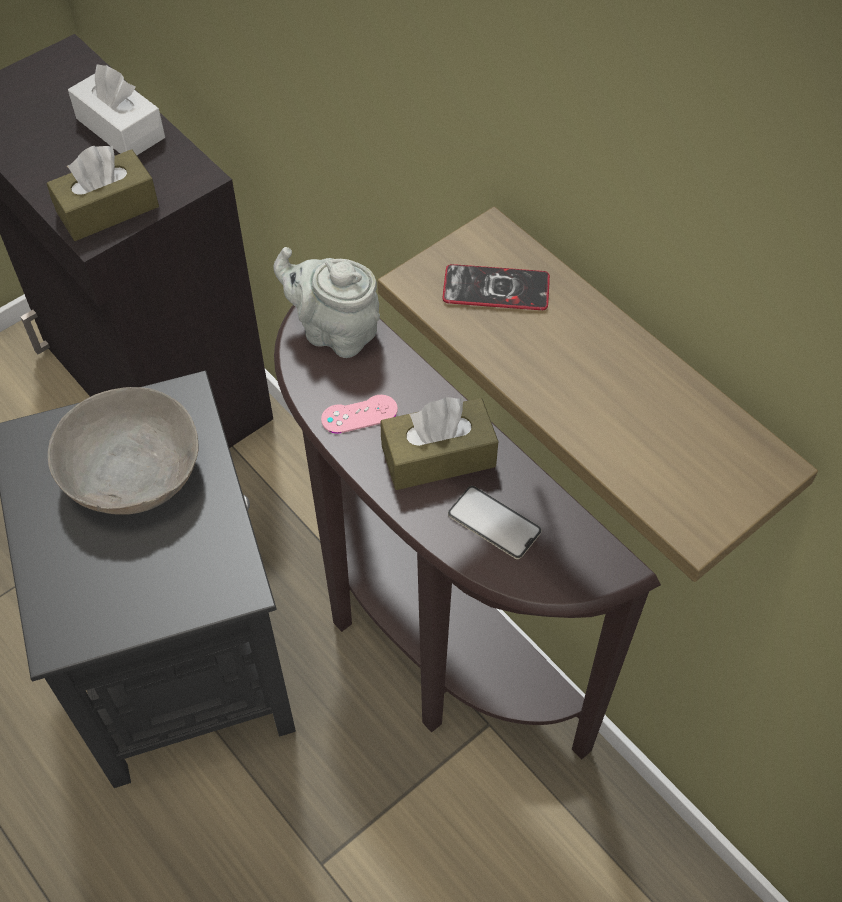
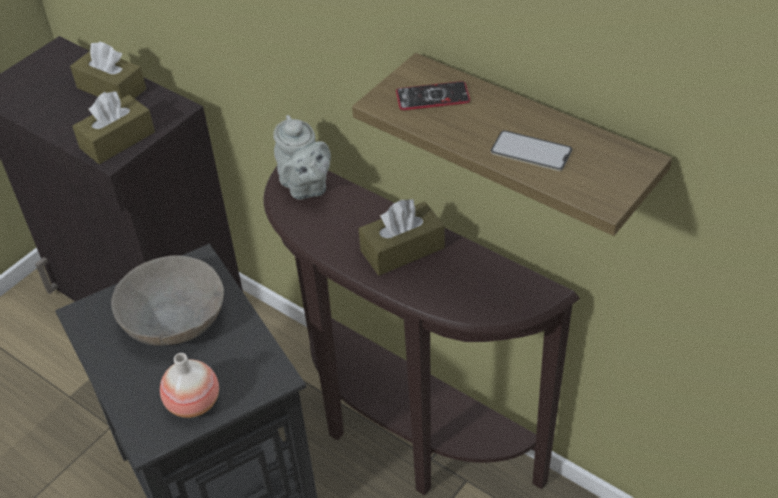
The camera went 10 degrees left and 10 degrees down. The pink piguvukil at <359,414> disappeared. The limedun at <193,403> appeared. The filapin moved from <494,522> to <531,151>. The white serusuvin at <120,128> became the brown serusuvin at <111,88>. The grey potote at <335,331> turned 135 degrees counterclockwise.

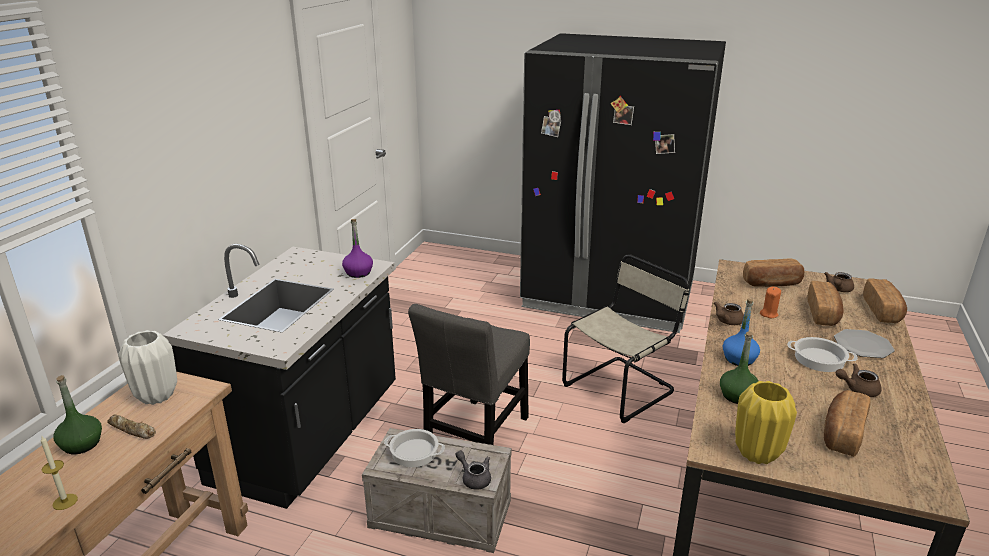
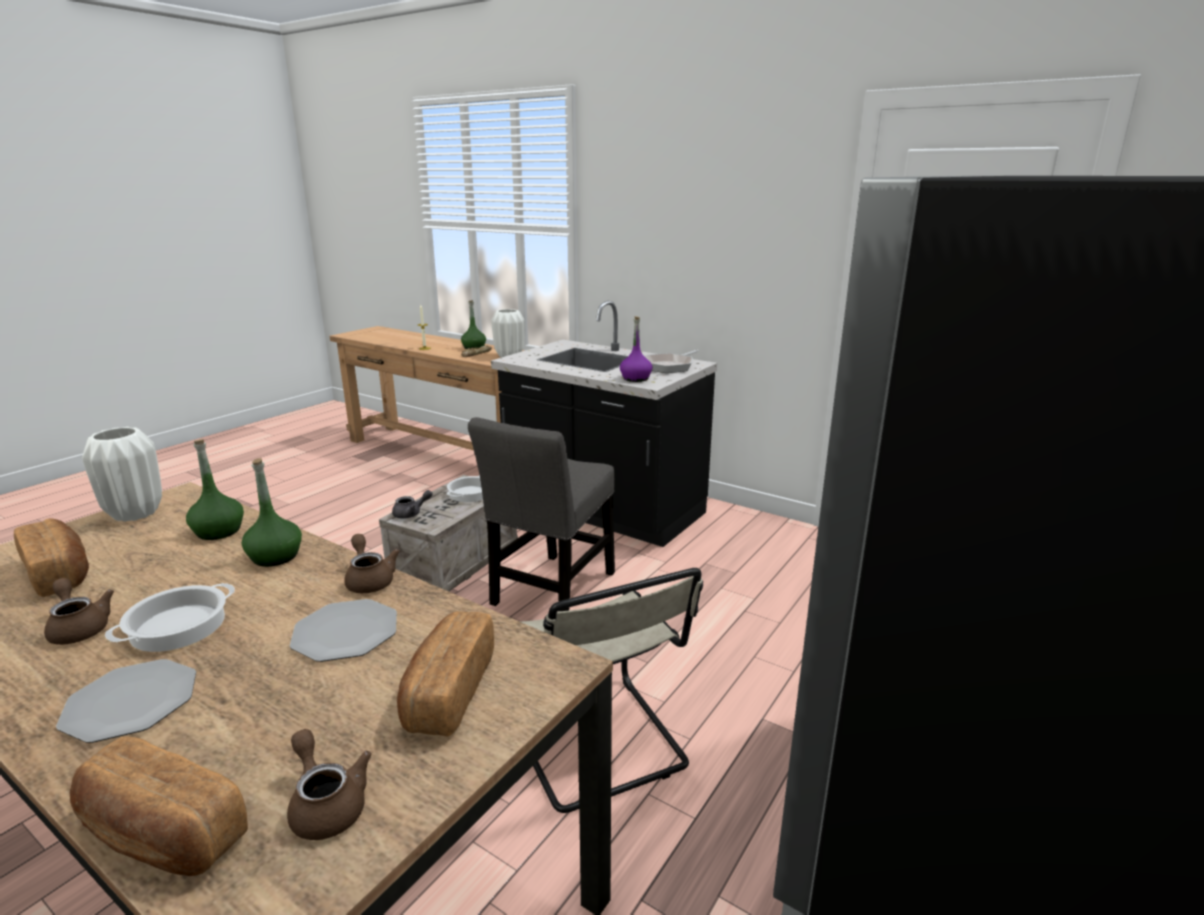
The camera went 105 degrees right and 5 degrees down. The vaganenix at <823,313> disappeared. The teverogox at <670,366> appeared. The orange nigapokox at <768,314> was replaced by the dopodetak at <345,632>. The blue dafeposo at <739,359> became the green dafeposo at <275,557>. The yellow limedun at <757,454> became the white limedun at <135,513>. The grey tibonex at <475,437> turned 105 degrees counterclockwise. The brown potote at <857,389> turned 60 degrees counterclockwise.

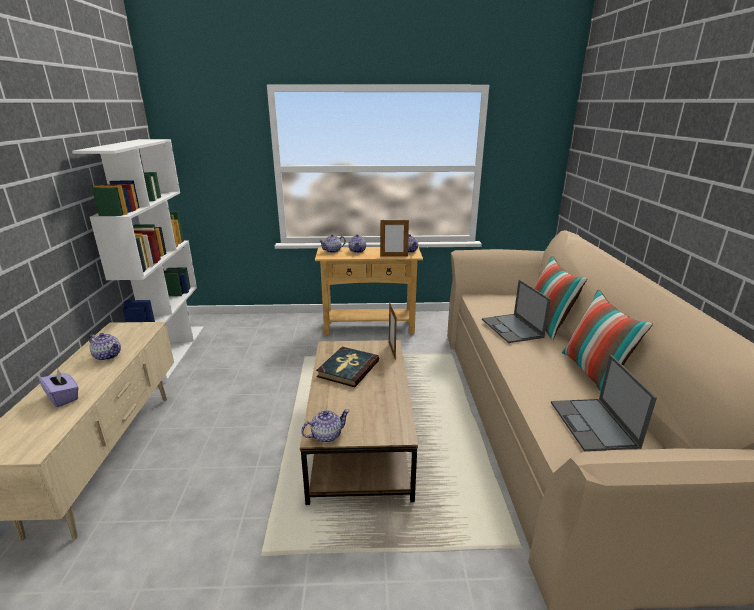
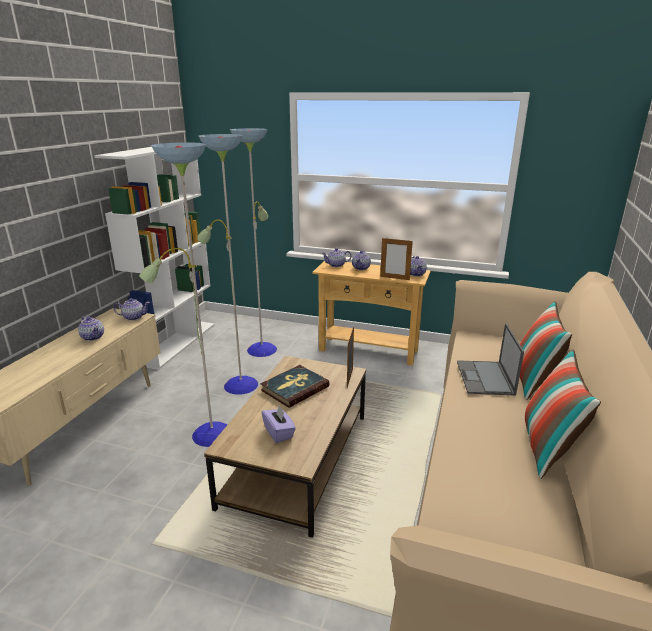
The camera went 20 degrees right and 0 degrees up. The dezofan at <594,425> disappeared. The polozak at <238,384> appeared. The purple serusuvin moved from <63,397> to <279,433>. The potote moved from <326,435> to <133,317>.

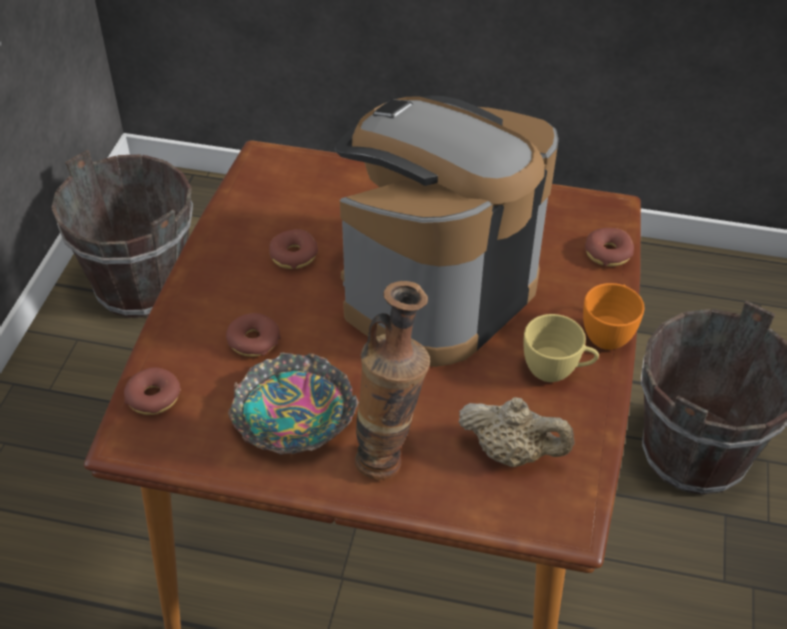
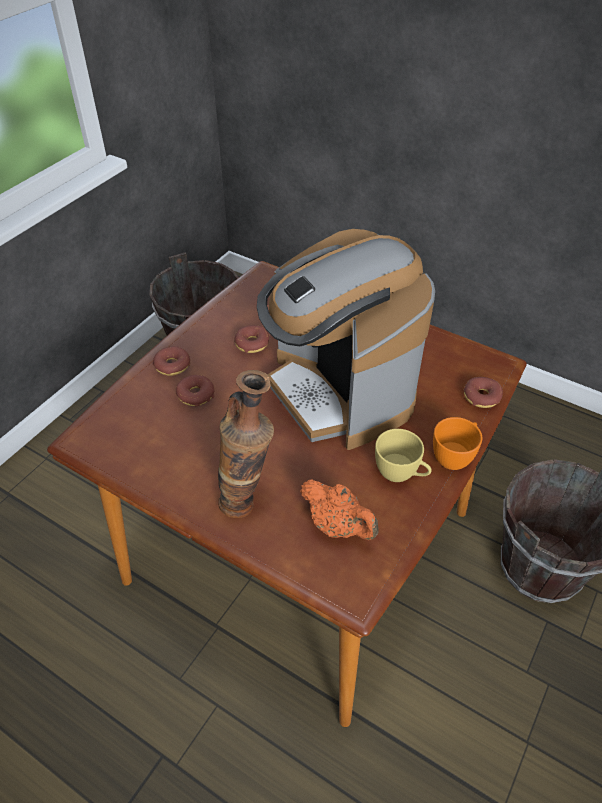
The camera went 20 degrees right and 0 degrees up. The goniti at <292,415> disappeared. The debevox moved from <153,397> to <172,366>. The beige potote at <512,452> became the orange potote at <338,526>. The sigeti at <436,291> turned 90 degrees counterclockwise.

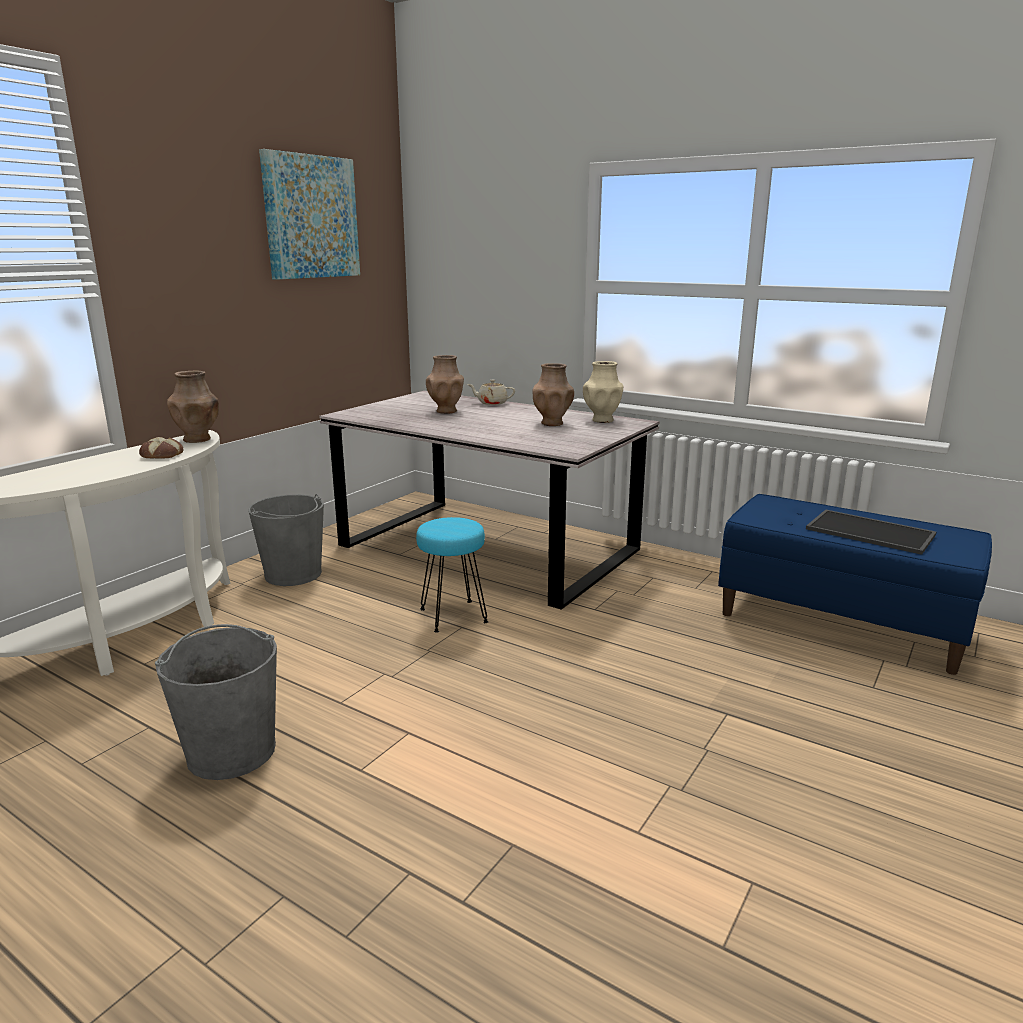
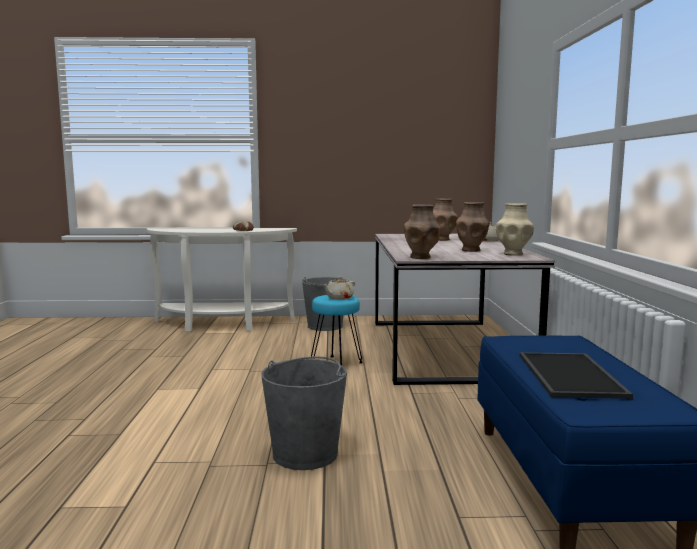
The camera went 55 degrees right and 10 degrees down. The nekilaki at <311,217> disappeared. The beige potote at <339,298> appeared. The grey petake moved from <231,751> to <305,453>. The brown limedun moved from <198,439> to <421,257>.

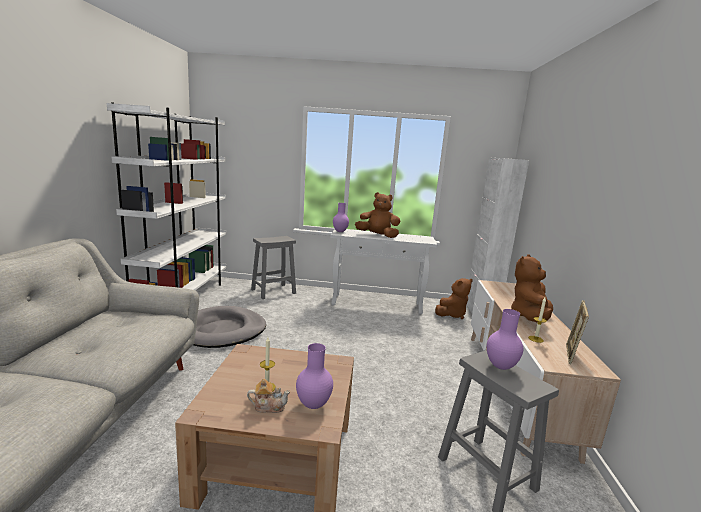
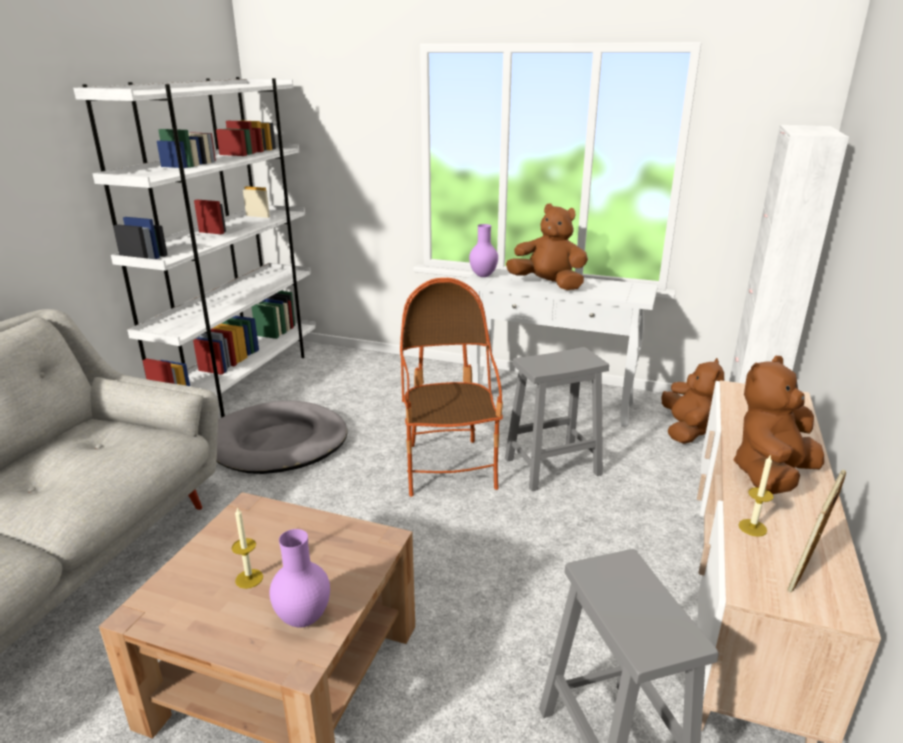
The camera went 15 degrees right and 10 degrees up. The potote at <268,406> disappeared. The purple limedun at <500,366> disappeared. The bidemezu at <449,468> appeared. The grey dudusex moved from <274,291> to <553,466>. The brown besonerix at <452,314> turned 60 degrees counterclockwise.

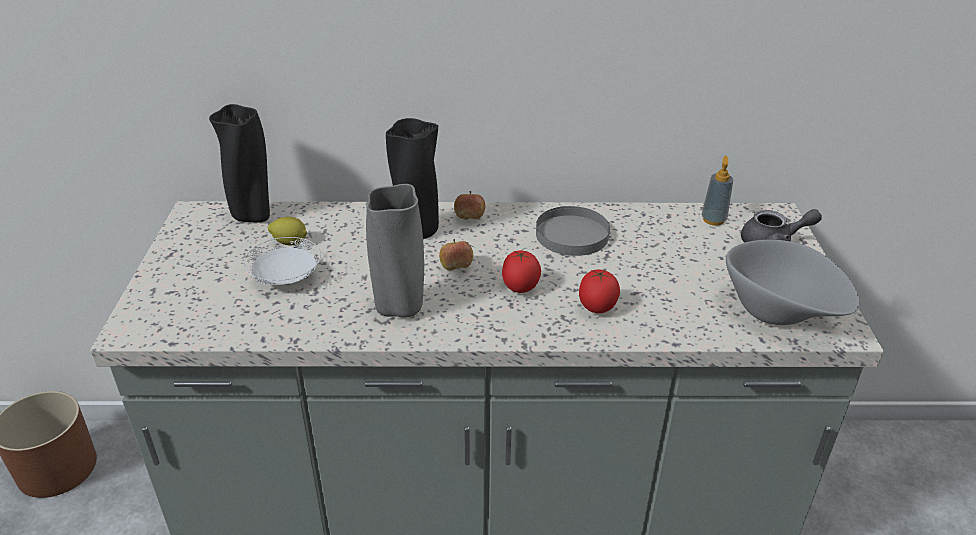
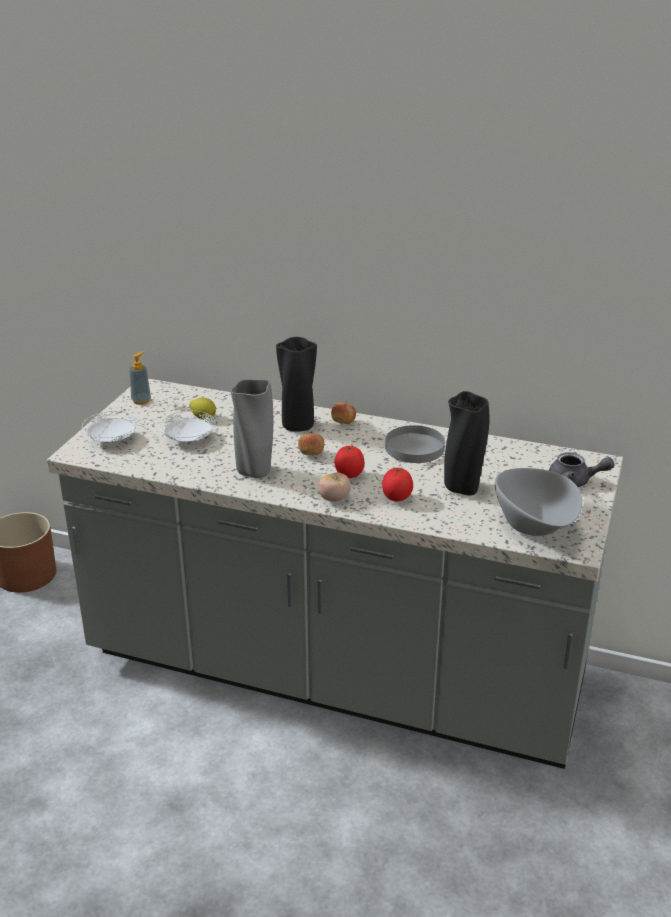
The camera went 20 degrees right and 5 degrees down. The white dopodetak at <112,440> appeared. The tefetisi at <334,499> appeared. The black limedun moved from <253,216> to <462,489>. The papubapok moved from <713,220> to <141,401>.

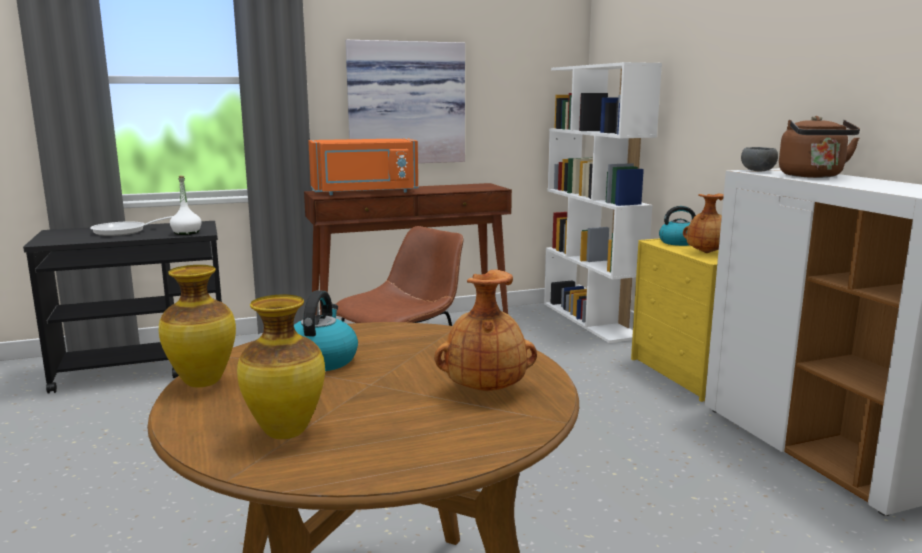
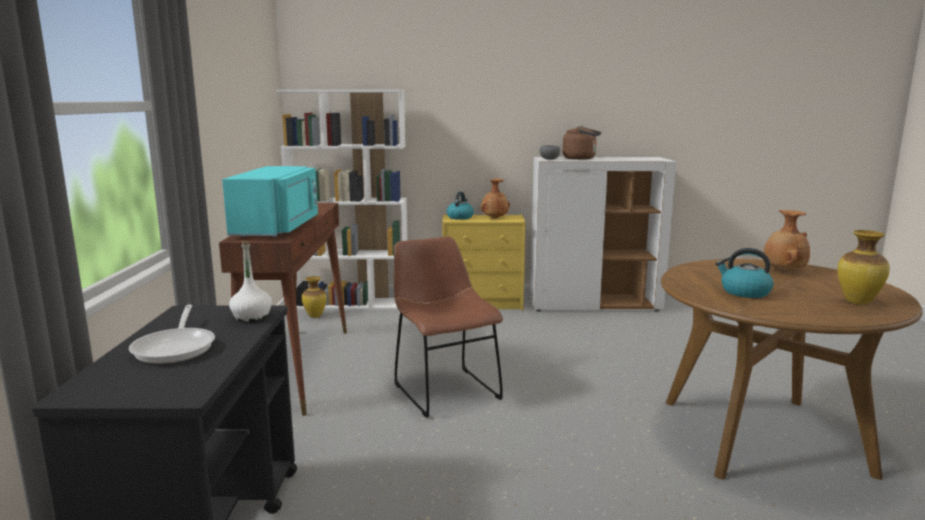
The camera went 70 degrees left and 0 degrees up. The nekilaki at <405,103> disappeared. The limedun moved from <204,383> to <315,316>. The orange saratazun at <365,192> became the turquoise saratazun at <278,228>.

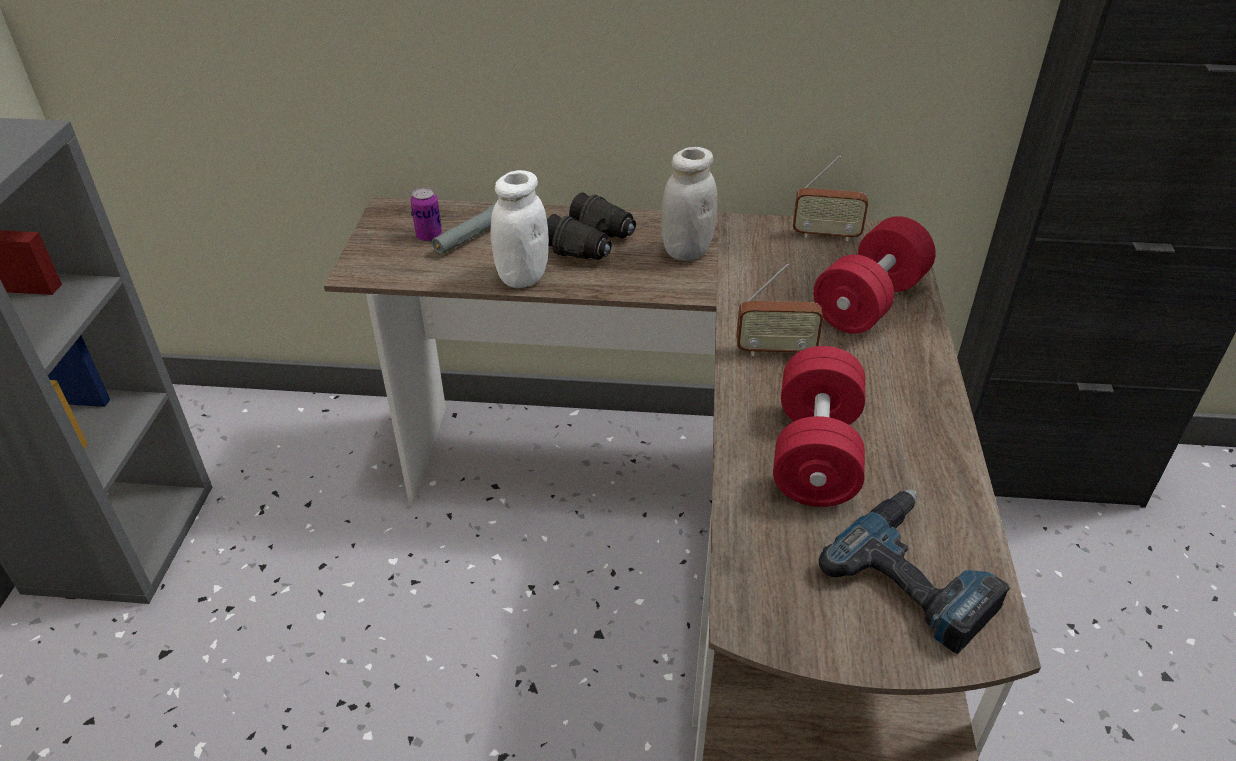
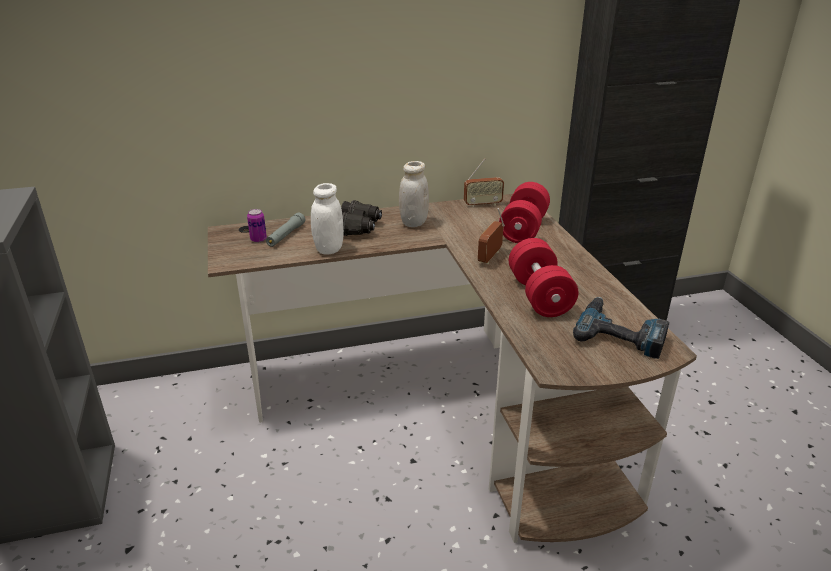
The camera went 20 degrees left and 10 degrees down. The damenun at <775,350> turned 135 degrees clockwise.

